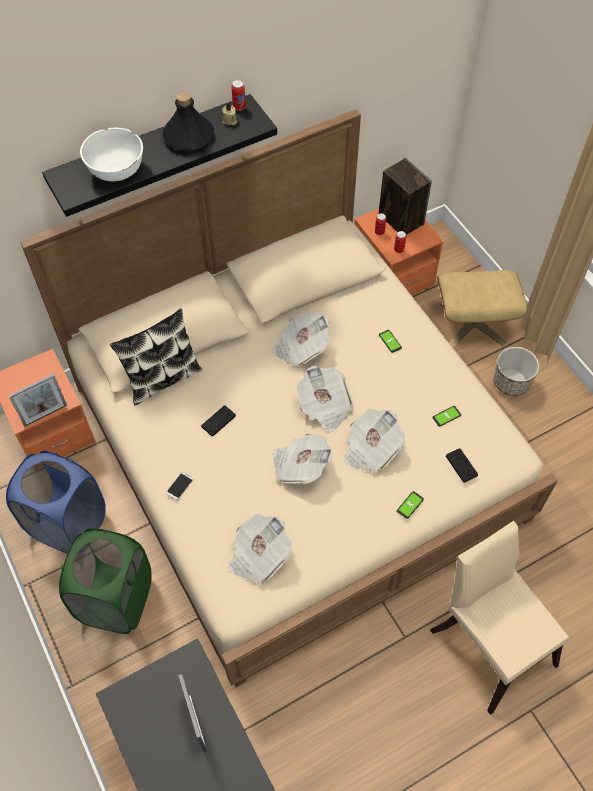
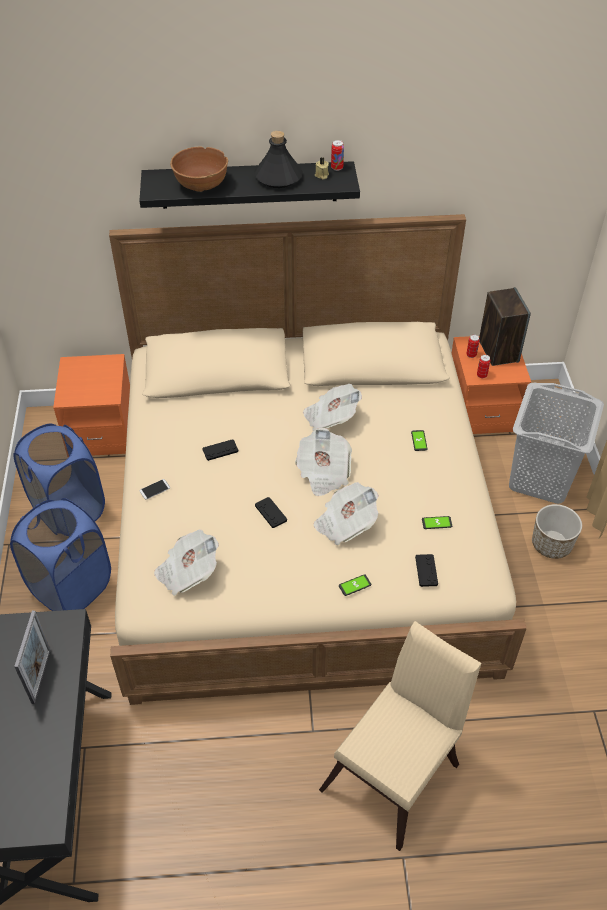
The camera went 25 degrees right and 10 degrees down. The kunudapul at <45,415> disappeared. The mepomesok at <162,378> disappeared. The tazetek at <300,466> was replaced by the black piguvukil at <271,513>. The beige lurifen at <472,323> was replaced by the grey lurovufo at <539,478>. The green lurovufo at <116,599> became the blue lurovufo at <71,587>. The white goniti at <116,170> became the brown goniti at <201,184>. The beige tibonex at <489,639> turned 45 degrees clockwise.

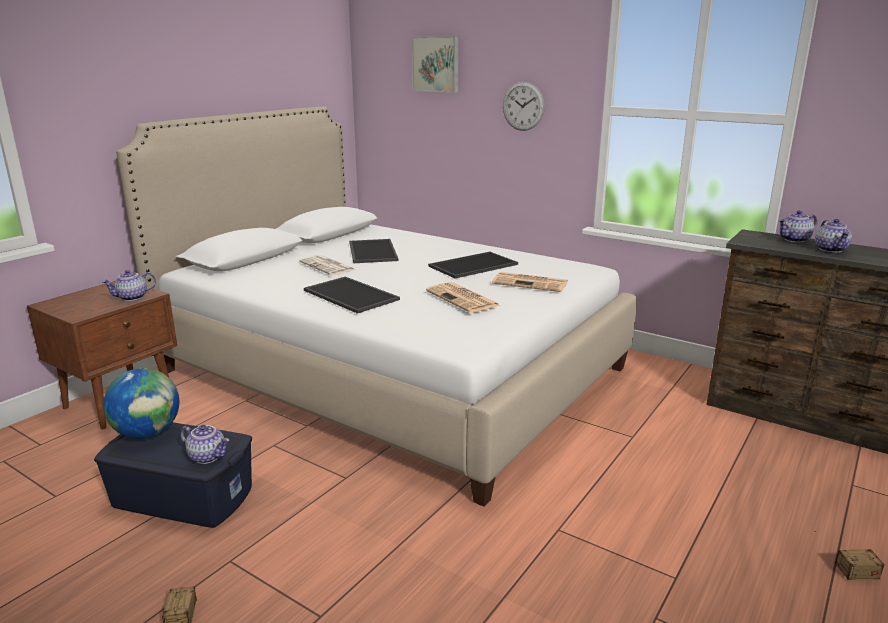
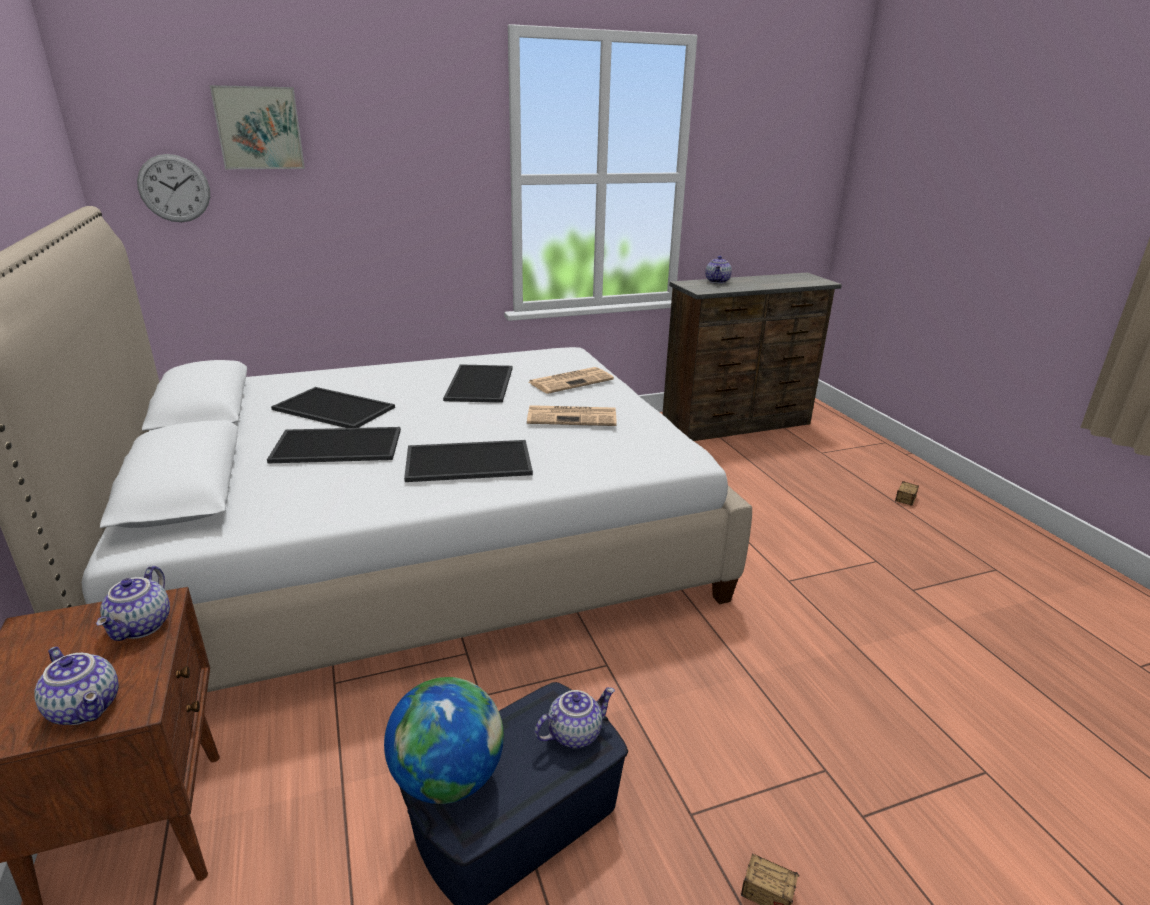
The camera went 55 degrees left and 5 degrees up. The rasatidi moved from <523,106> to <174,188>. The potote moved from <831,249> to <87,707>. The tazetek at <328,266> was replaced by the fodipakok at <339,445>.

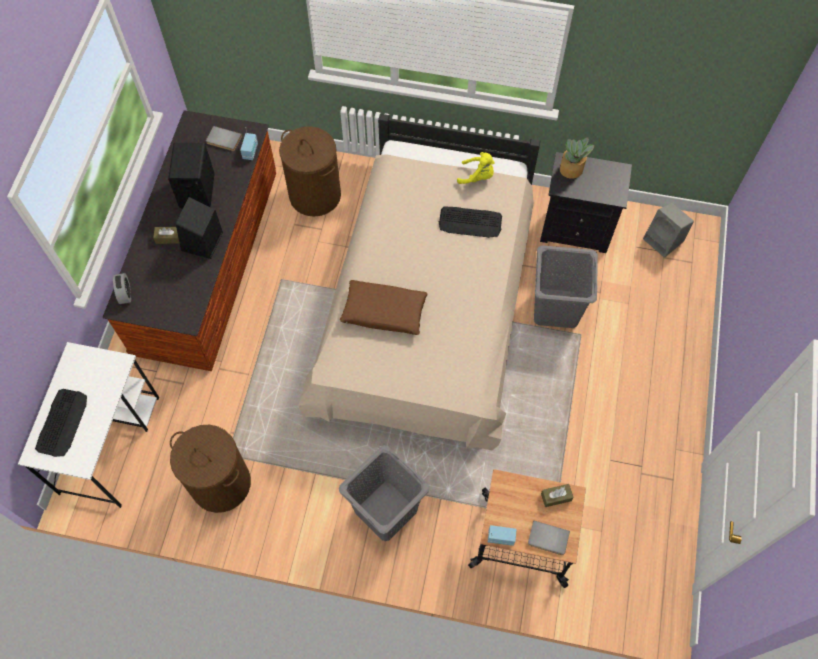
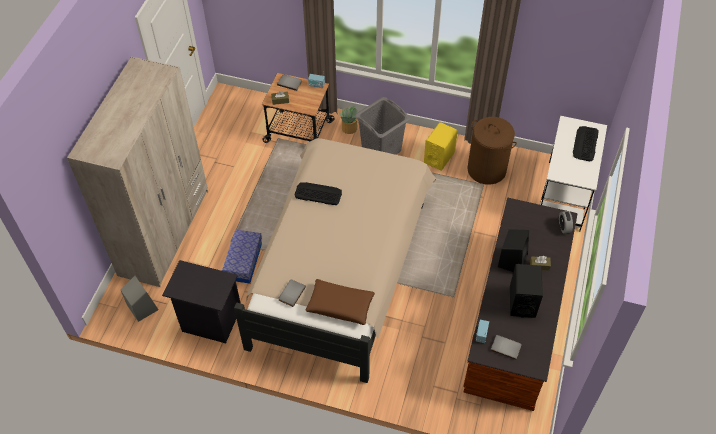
The camera went 175 degrees left and 10 degrees down. The brown lurovufo at <314,195> disappeared. The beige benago at <164,232> appeared. The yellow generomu at <439,157> appeared. The brown mepomesok moved from <384,312> to <340,305>. The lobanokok moved from <470,222> to <318,194>. The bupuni moved from <572,169> to <349,128>. The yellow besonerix at <477,176> was replaced by the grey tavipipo at <291,293>. The grey lurovufo at <555,307> was replaced by the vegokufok at <243,261>.

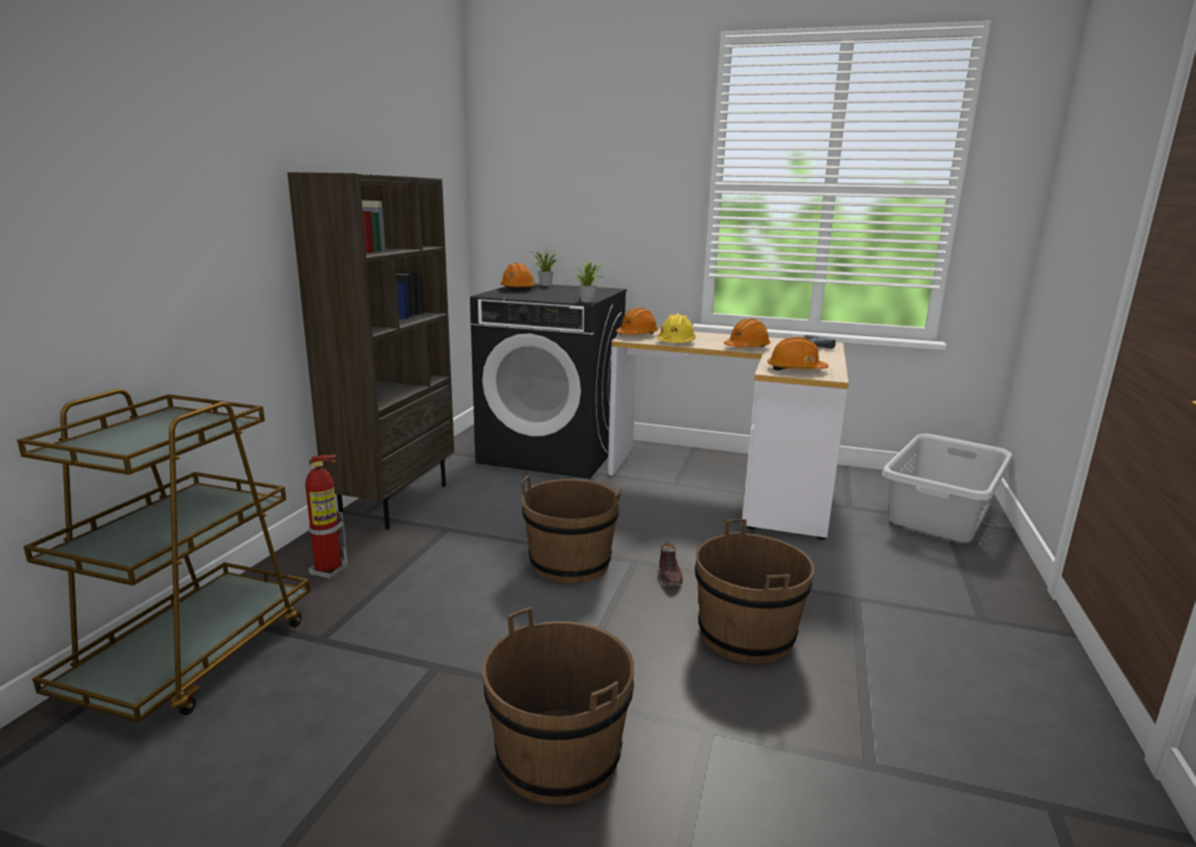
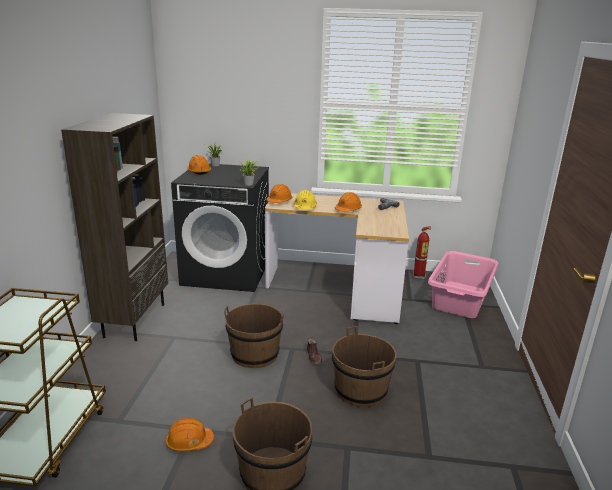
The camera went 10 degrees left and 5 degrees up. The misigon moved from <329,571> to <419,276>. The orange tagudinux moved from <795,370> to <189,442>. The grey lurovufo at <939,512> became the pink lurovufo at <459,299>.

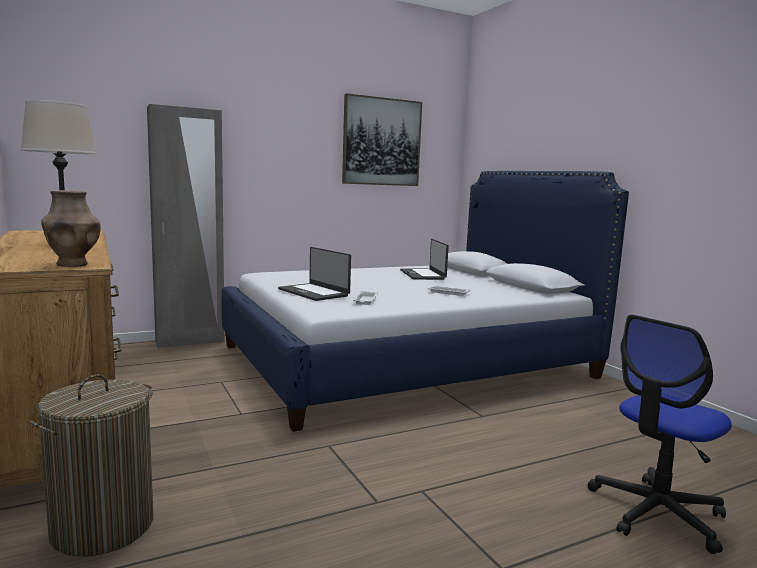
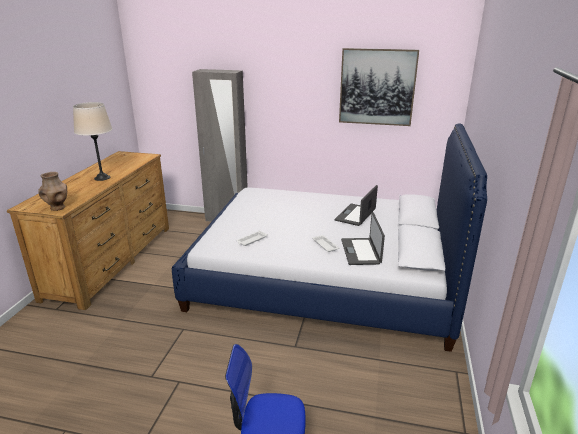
The camera went 40 degrees right and 15 degrees up. The lurovufo at <103,526> disappeared. The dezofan moved from <314,292> to <361,251>.

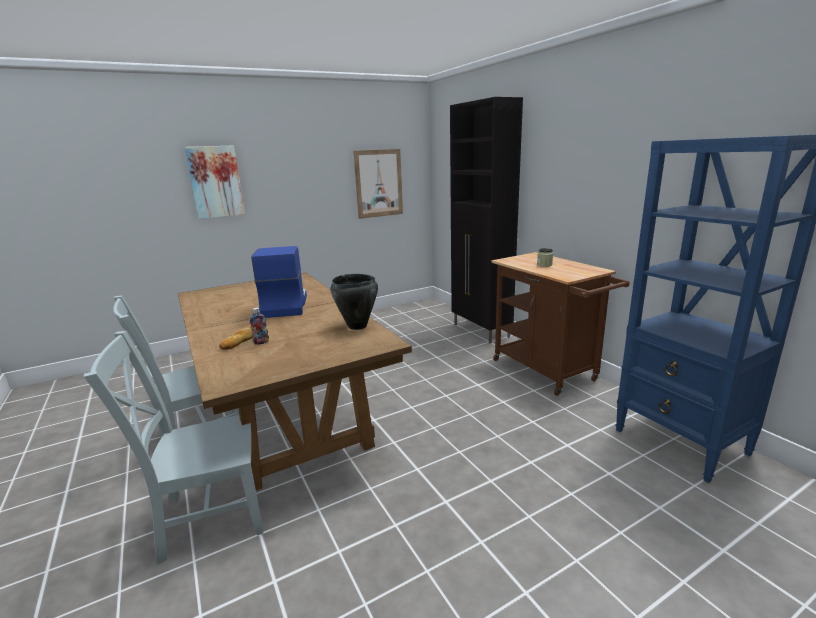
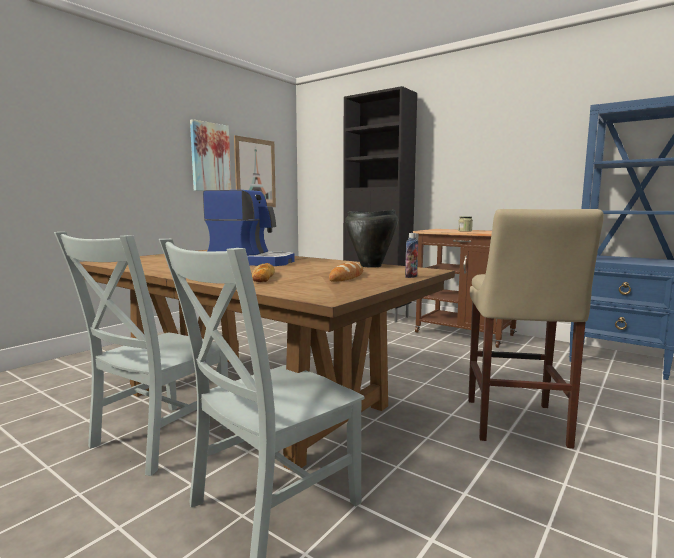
The camera went 25 degrees left and 10 degrees down. The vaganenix at <346,277> appeared. The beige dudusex at <516,424> appeared. The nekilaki moved from <215,182> to <210,157>. The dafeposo moved from <261,342> to <411,276>. The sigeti at <284,306> turned 135 degrees clockwise.

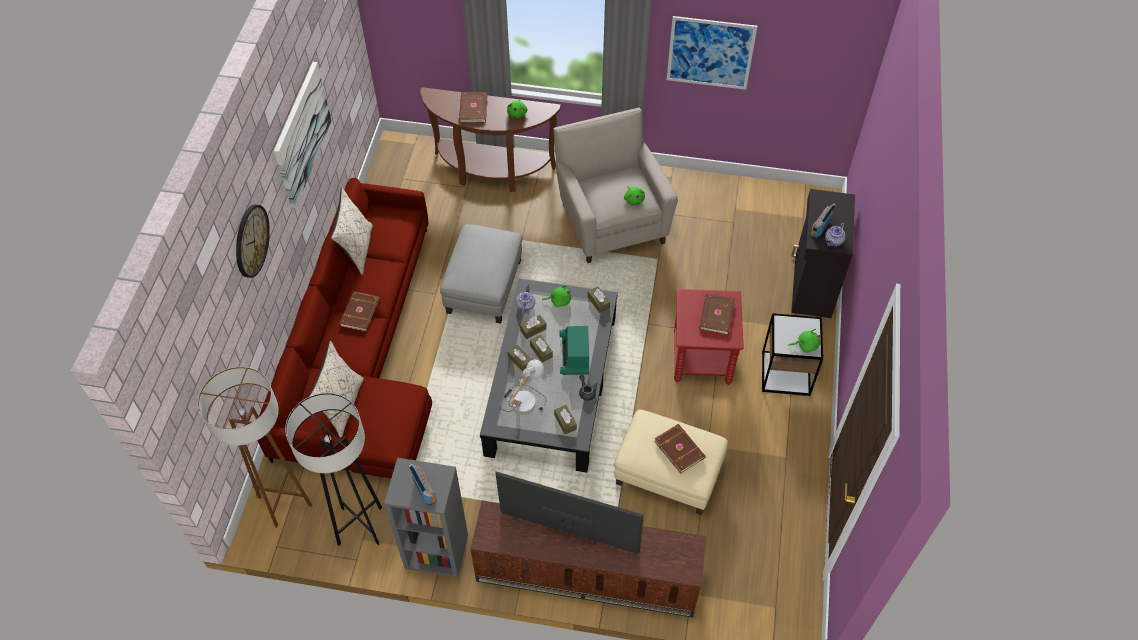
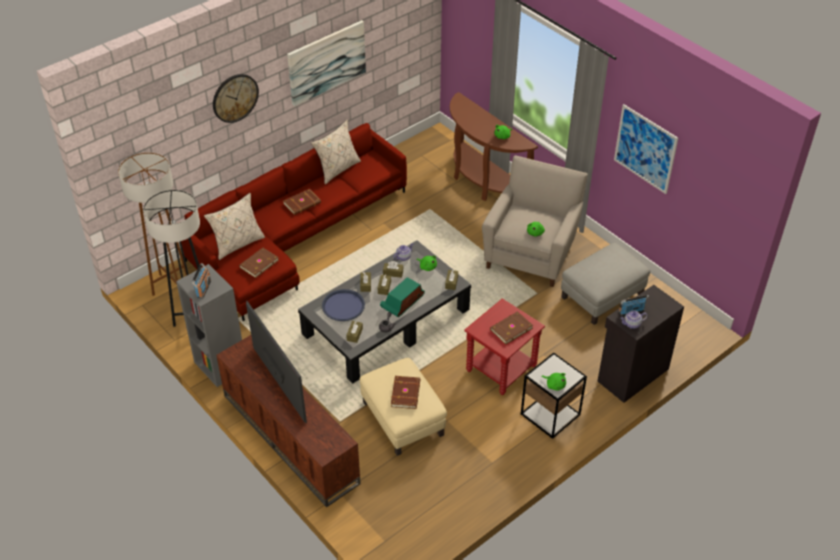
The camera went 40 degrees right and 10 degrees down. The grey lurifen moved from <483,286> to <602,295>. The brown tavipipo moved from <472,109> to <258,263>. The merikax at <522,399> was replaced by the blue fodipakok at <343,306>.

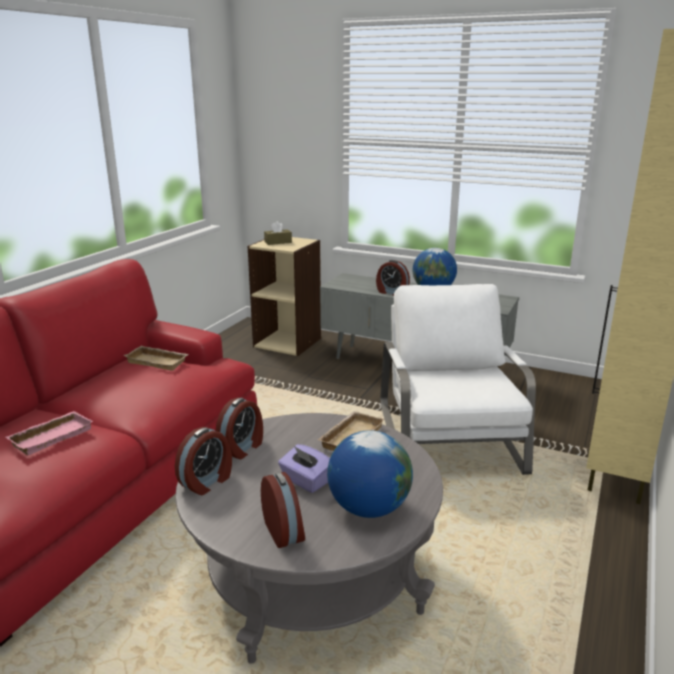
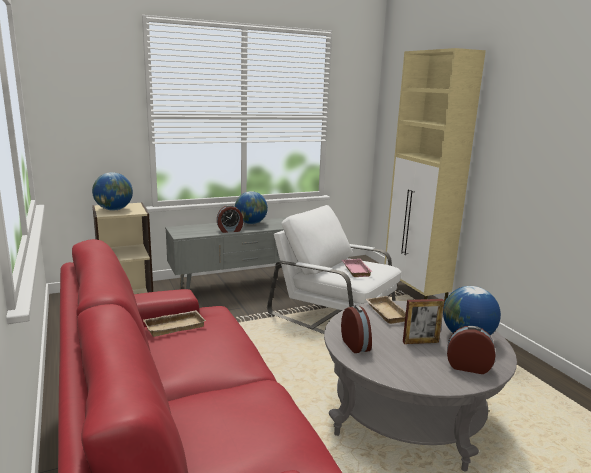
The camera went 50 degrees left and 5 degrees down. The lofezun at <207,482> disappeared. The pink fodipakok moved from <51,436> to <354,270>. The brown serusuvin at <278,242> was replaced by the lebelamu at <114,209>. The purple serusuvin at <305,481> was replaced by the kunudapul at <420,342>.

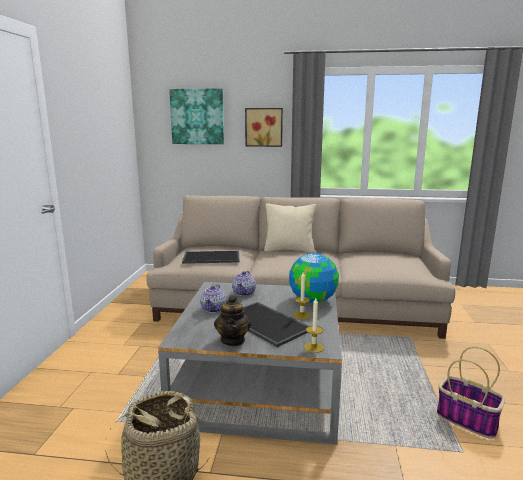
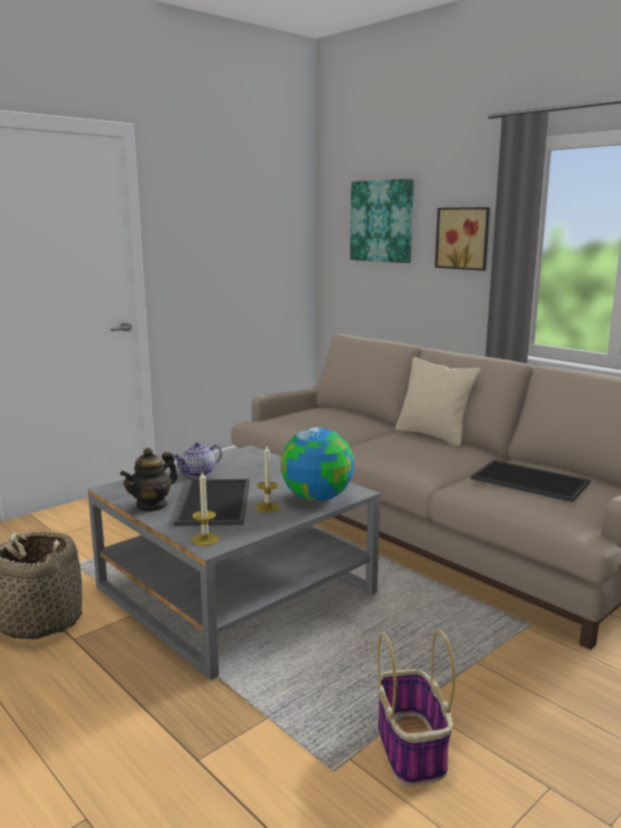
The camera went 40 degrees right and 0 degrees up. The potote at <244,293> disappeared. The fodipakok moved from <211,258> to <528,481>.

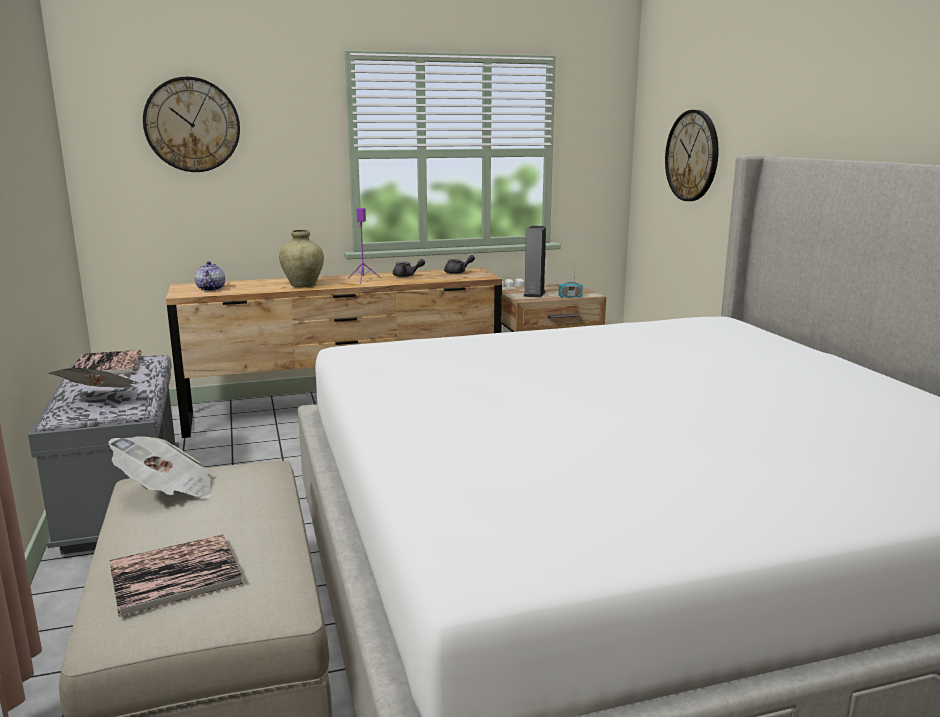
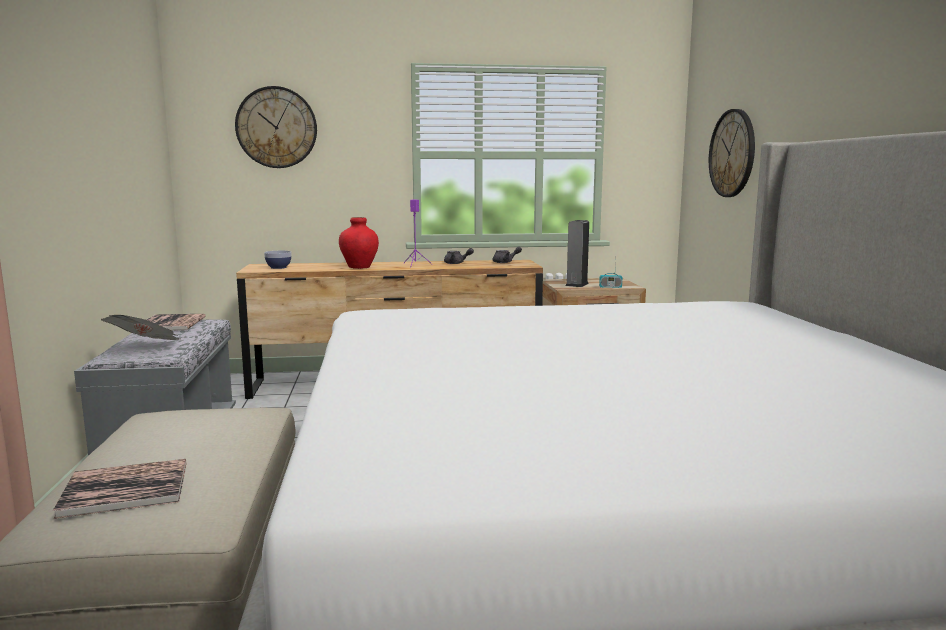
The camera went 10 degrees right and 5 degrees down. The tazetek at <167,491> disappeared. The potote at <210,289> was replaced by the goniti at <278,267>. The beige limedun at <303,285> became the red limedun at <359,267>.

